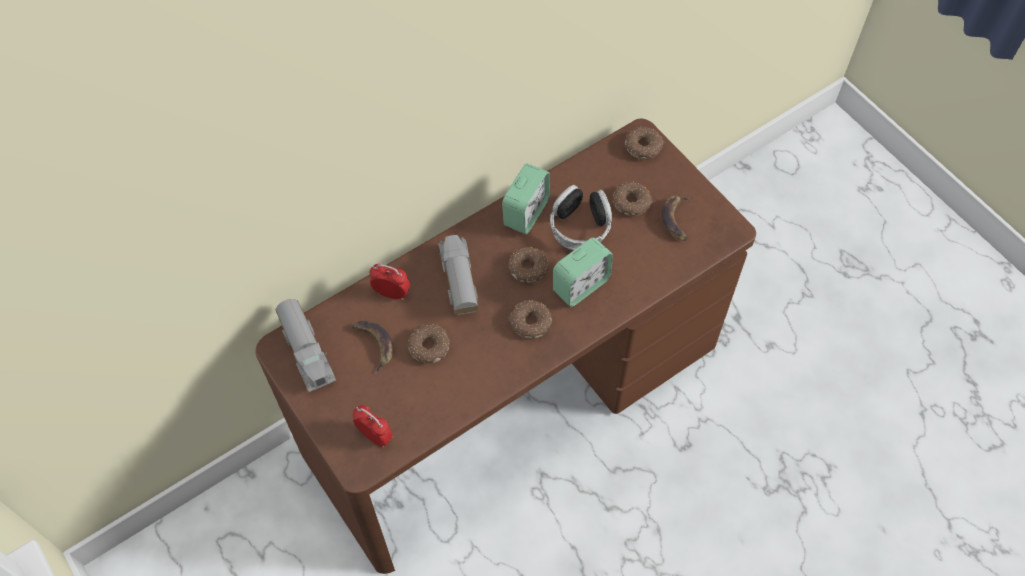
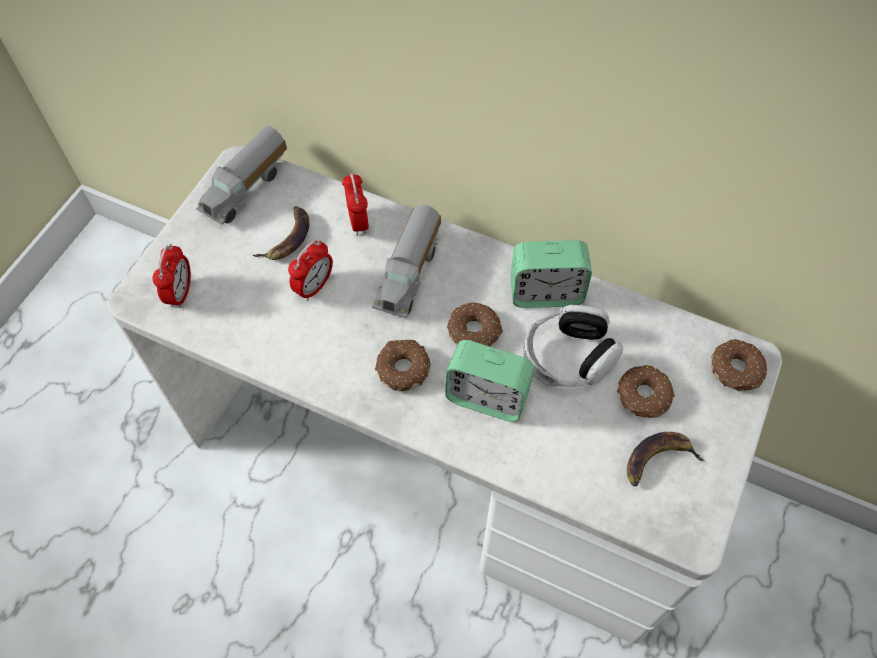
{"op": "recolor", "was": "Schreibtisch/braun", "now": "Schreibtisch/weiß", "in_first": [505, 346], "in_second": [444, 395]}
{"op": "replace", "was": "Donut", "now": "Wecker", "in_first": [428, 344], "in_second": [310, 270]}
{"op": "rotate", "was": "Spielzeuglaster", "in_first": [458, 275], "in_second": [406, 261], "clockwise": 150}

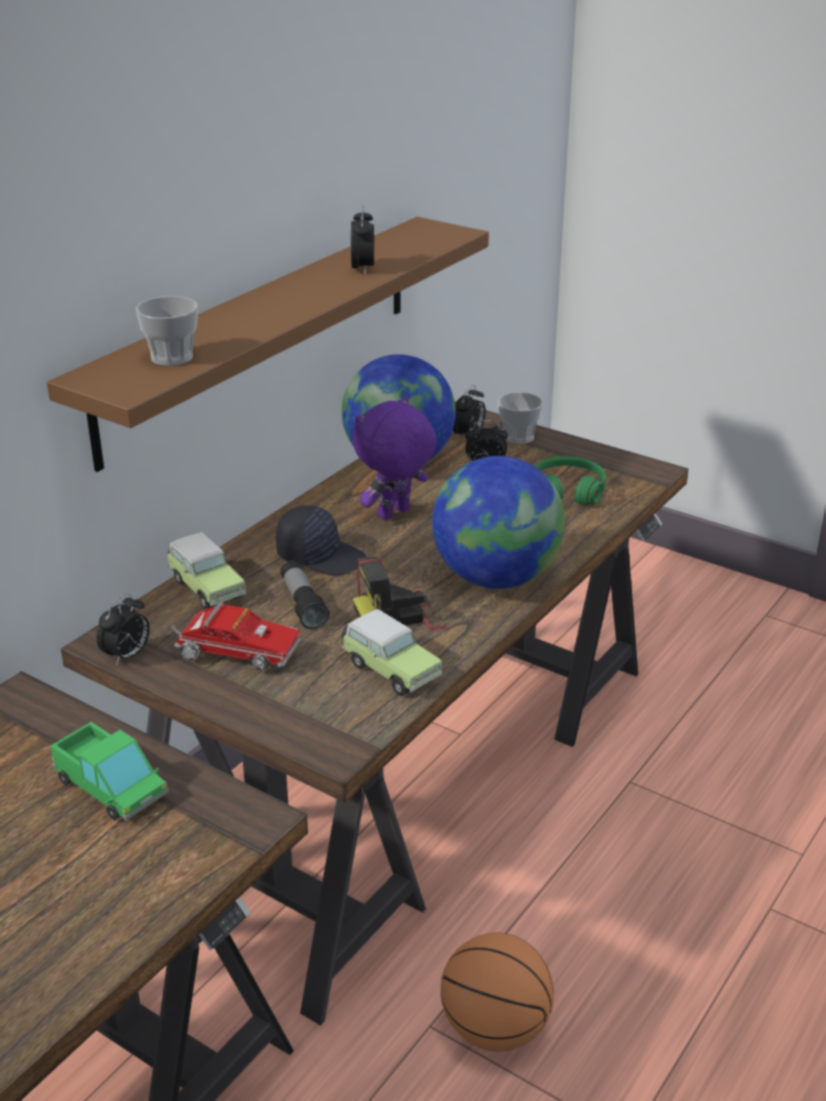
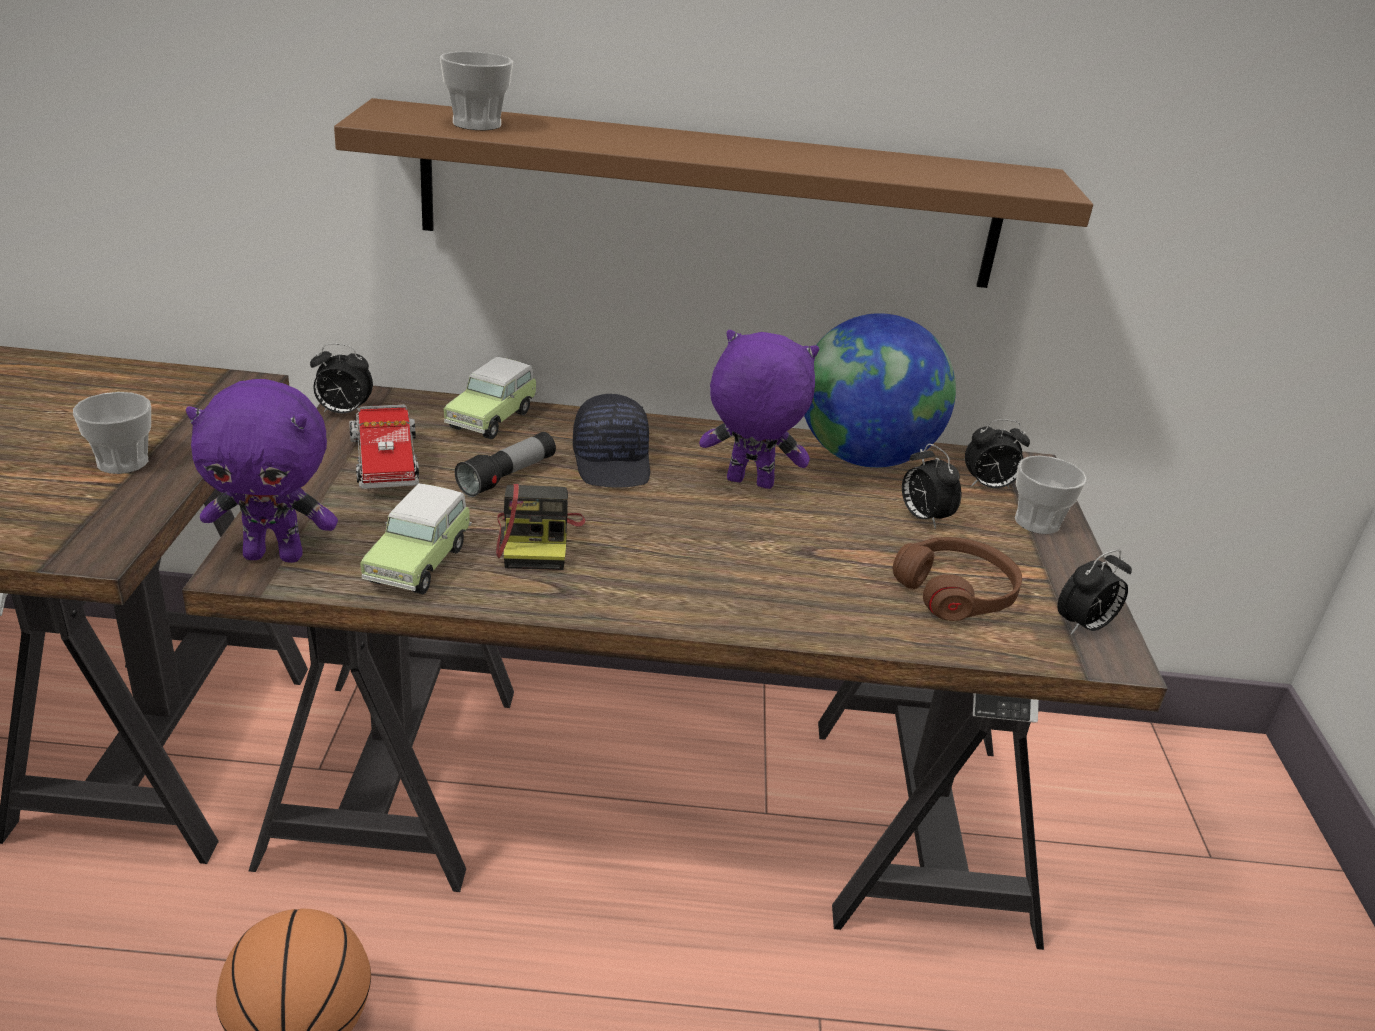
{"op": "replace", "was": "Spielzeuglaster", "now": "Tasse", "in_first": [110, 771], "in_second": [112, 433]}
{"op": "insert", "now": "Plüschtier/lila", "in_second": [262, 471]}
{"op": "rotate", "was": "Kamera", "in_first": [400, 593], "in_second": [540, 527], "clockwise": -135}
{"op": "recolor", "was": "Kopfhörer/grün", "now": "Kopfhörer/braun", "in_first": [570, 480], "in_second": [957, 579]}
{"op": "move", "was": "Wecker", "in_first": [362, 239], "in_second": [1094, 592]}
{"op": "delete", "was": "Globus", "in_first": [498, 522]}

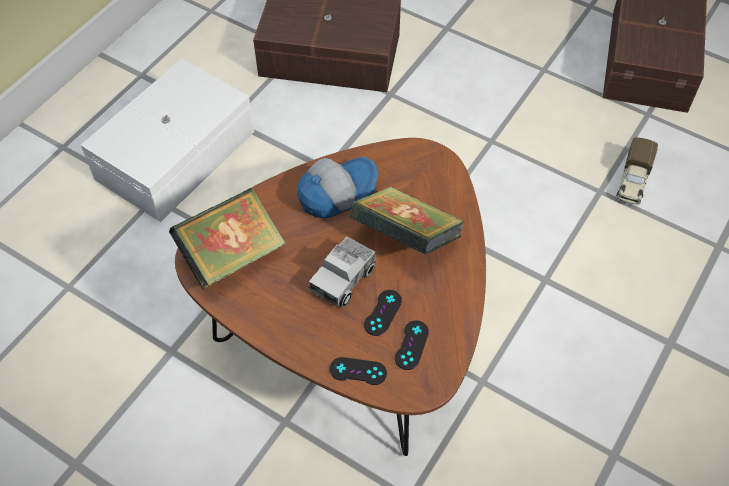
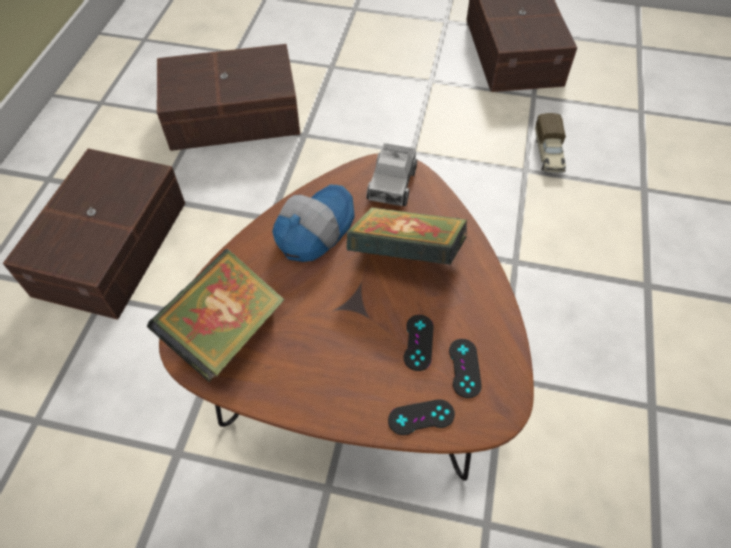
{"op": "recolor", "was": "Aufbewahrungsbox/weiß", "now": "Aufbewahrungsbox/braun", "in_first": [167, 140], "in_second": [94, 234]}
{"op": "move", "was": "Spielzeuglaster", "in_first": [342, 271], "in_second": [391, 174]}

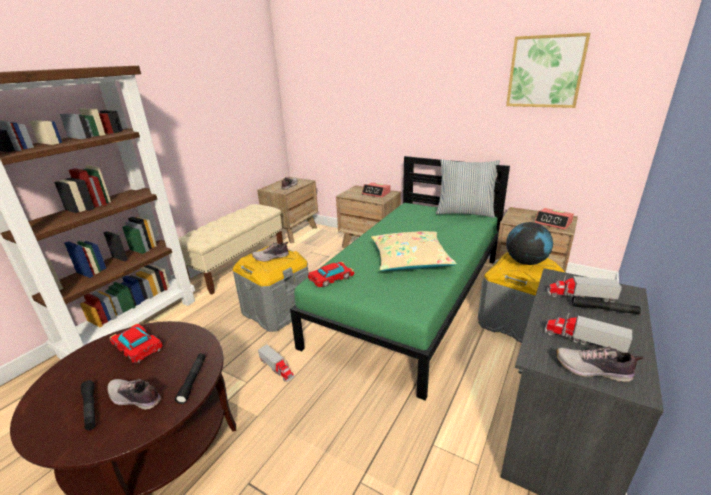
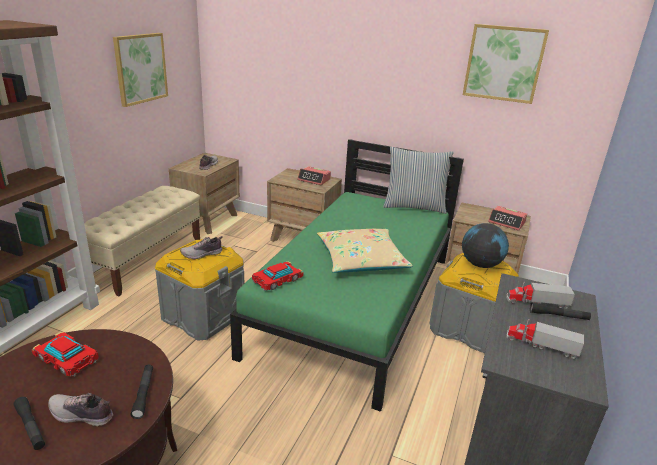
{"op": "insert", "now": "Bild", "in_second": [140, 70]}
{"op": "delete", "was": "Spielzeuglaster", "in_first": [276, 363]}
{"op": "delete", "was": "Schuh", "in_first": [599, 364]}

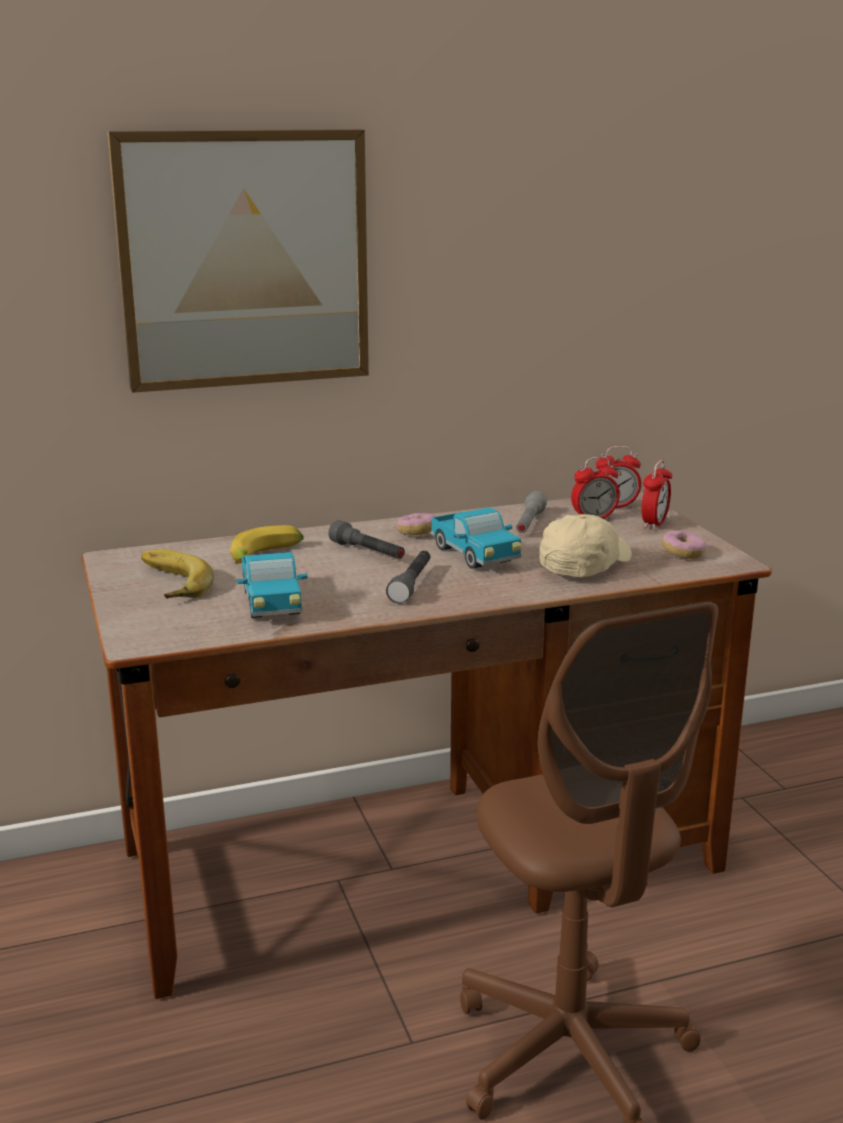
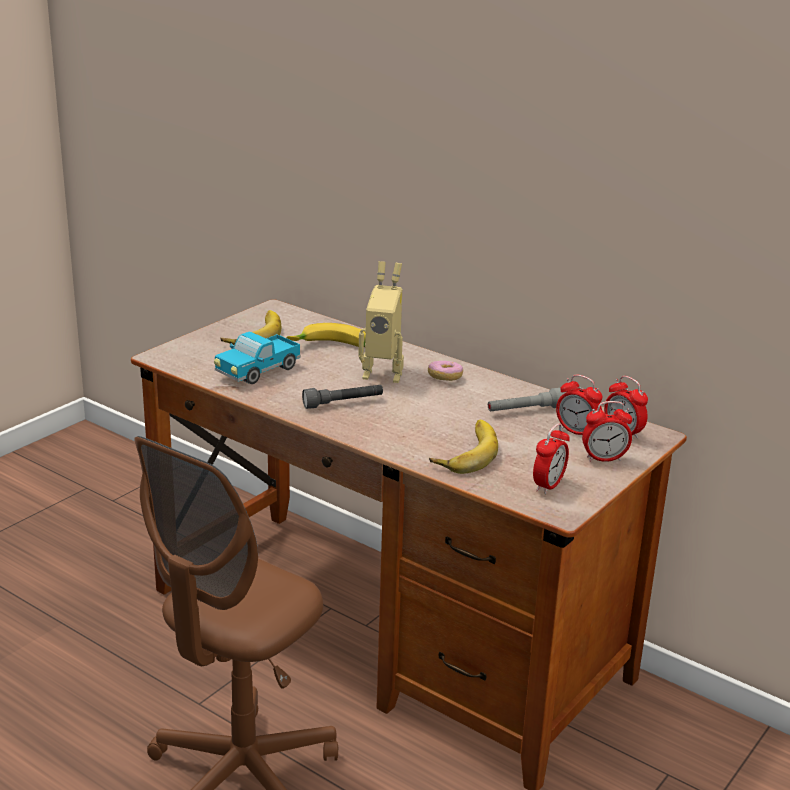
{"op": "replace", "was": "Taschenlampe/grau", "now": "Spielzeugroboter", "in_first": [366, 539], "in_second": [381, 322]}
{"op": "replace", "was": "Kappe/beige", "now": "Banane", "in_first": [585, 545], "in_second": [463, 447]}
{"op": "replace", "was": "Donut", "now": "Wecker", "in_first": [684, 544], "in_second": [551, 458]}
{"op": "delete", "was": "Bild", "in_first": [238, 261]}
{"op": "delete", "was": "Spielzeuglaster", "in_first": [476, 538]}

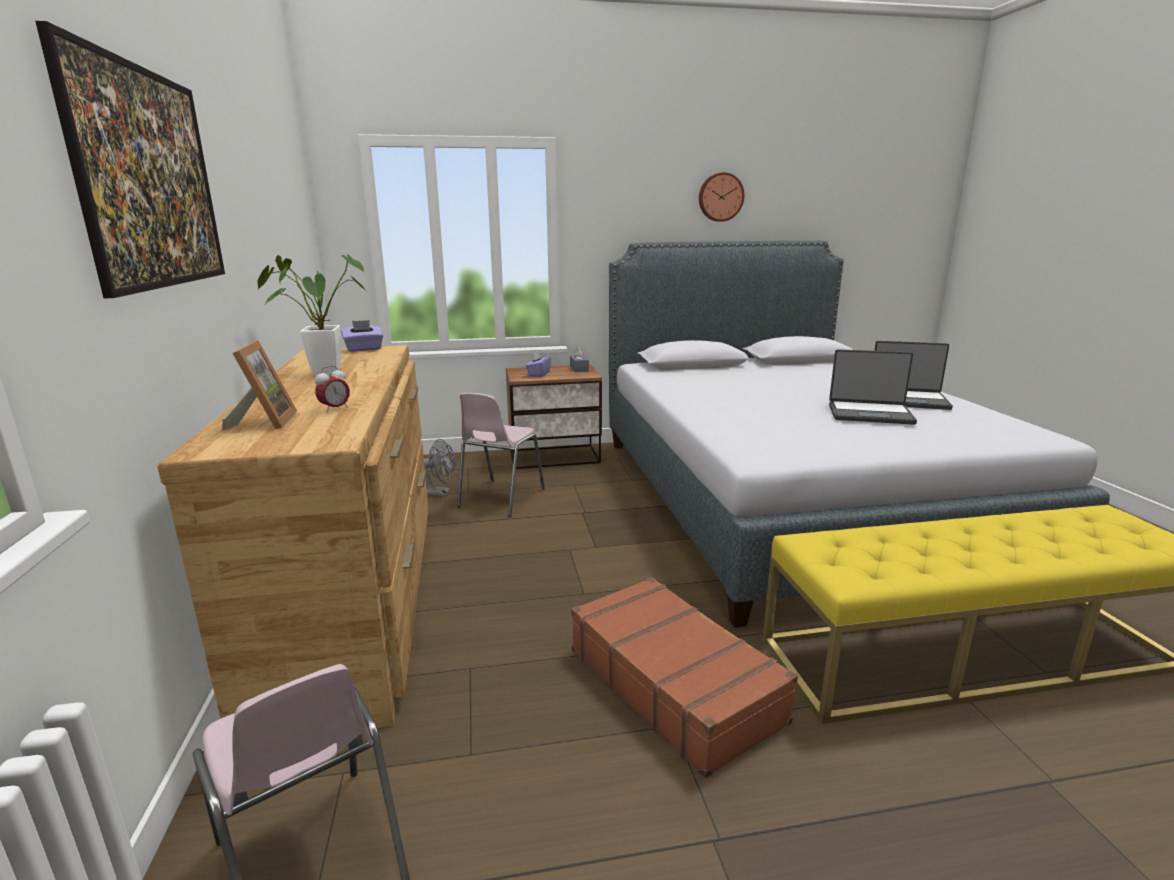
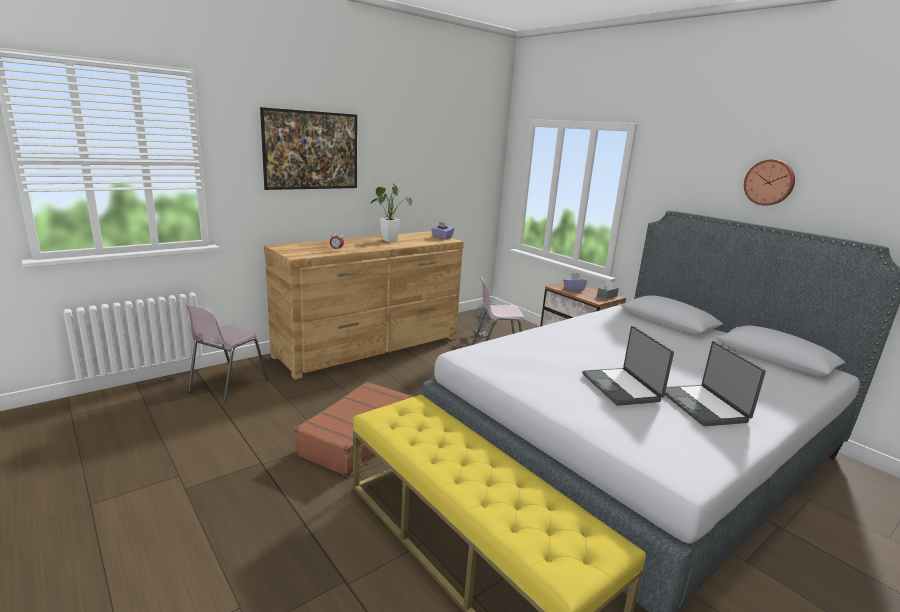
{"op": "delete", "was": "Bilderrahmen", "in_first": [259, 385]}

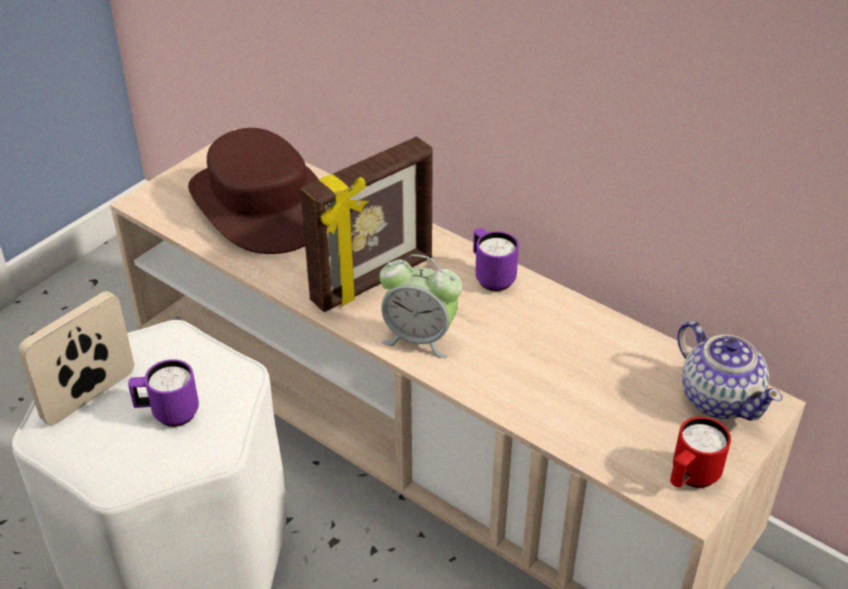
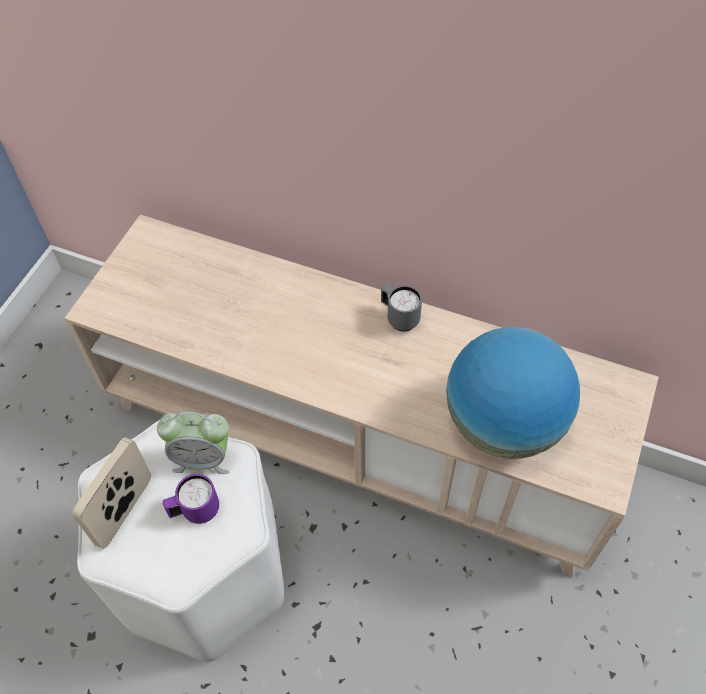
{"op": "move", "was": "Wecker", "in_first": [420, 306], "in_second": [193, 443]}
{"op": "recolor", "was": "Henkelbecher/lila", "now": "Henkelbecher/grau", "in_first": [496, 259], "in_second": [401, 308]}
{"op": "insert", "now": "Globus", "in_second": [513, 393]}
{"op": "delete", "was": "Hut/braun", "in_first": [253, 191]}
{"op": "delete", "was": "Bilderrahmen", "in_first": [366, 224]}
{"op": "delete", "was": "Henkelbecher/rot", "in_first": [700, 452]}
{"op": "delete", "was": "Teekanne", "in_first": [730, 371]}

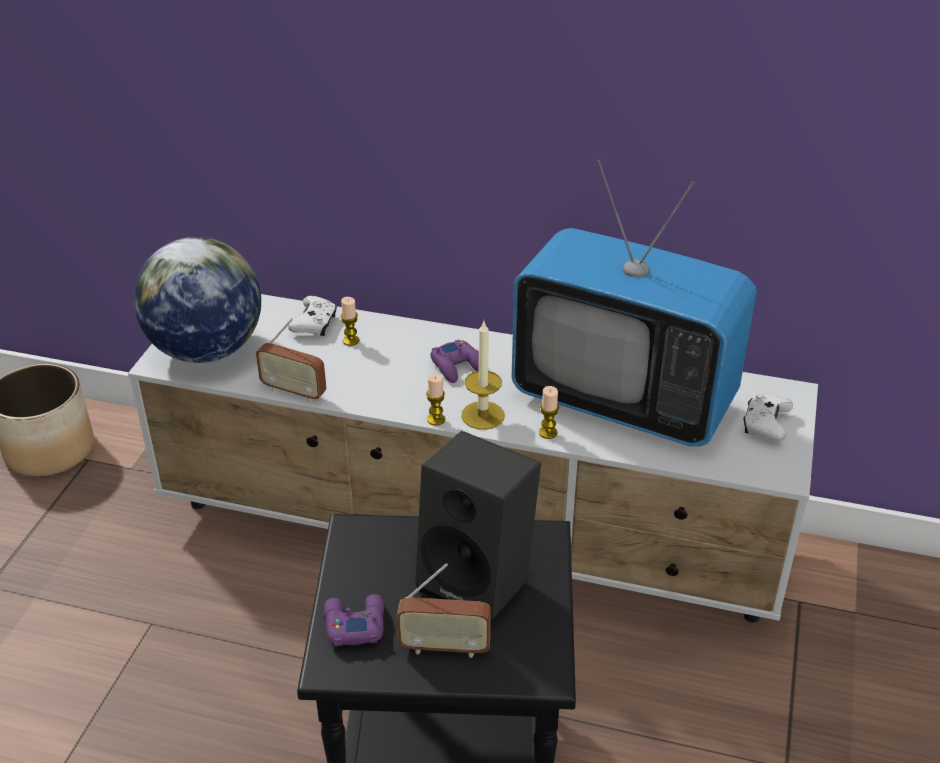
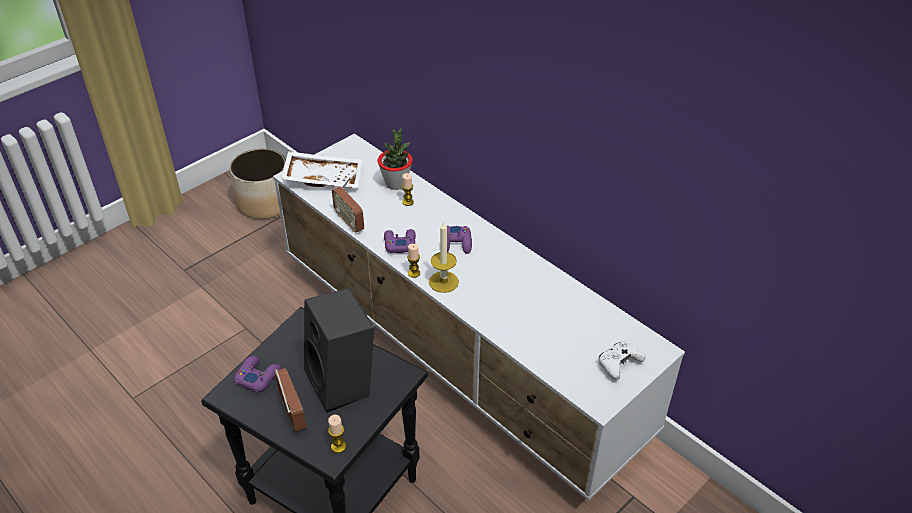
{"op": "rotate", "was": "Radio", "in_first": [444, 610], "in_second": [290, 400], "clockwise": -150}
{"op": "replace", "was": "Globus", "now": "Tablett/weiß", "in_first": [197, 300], "in_second": [321, 169]}
{"op": "move", "was": "Kerze", "in_first": [549, 412], "in_second": [337, 434]}
{"op": "replace", "was": "Gamepad/weiß", "now": "Topfpflanze", "in_first": [312, 316], "in_second": [394, 159]}
{"op": "insert", "now": "Gamepad/lila", "in_second": [400, 241]}
{"op": "delete", "was": "Fernseher", "in_first": [634, 303]}

